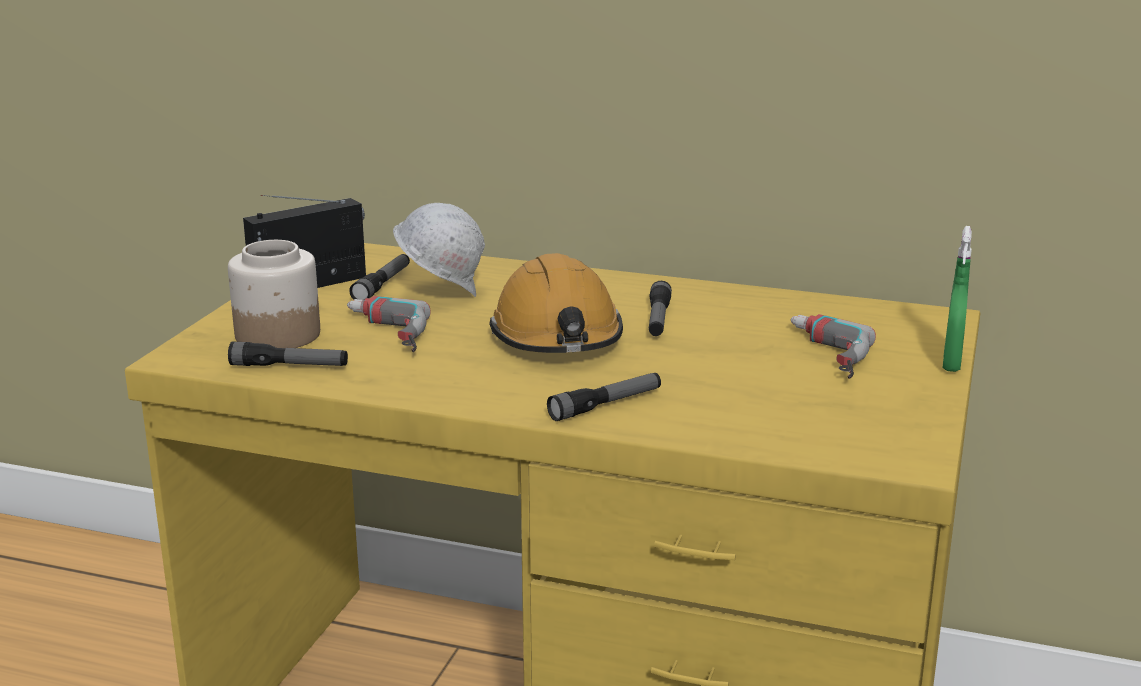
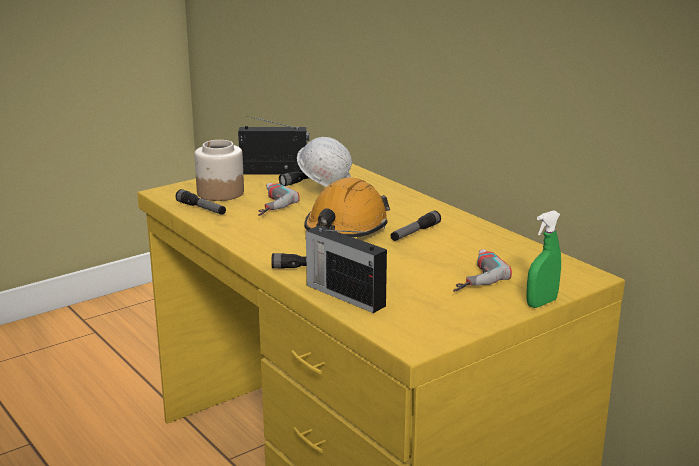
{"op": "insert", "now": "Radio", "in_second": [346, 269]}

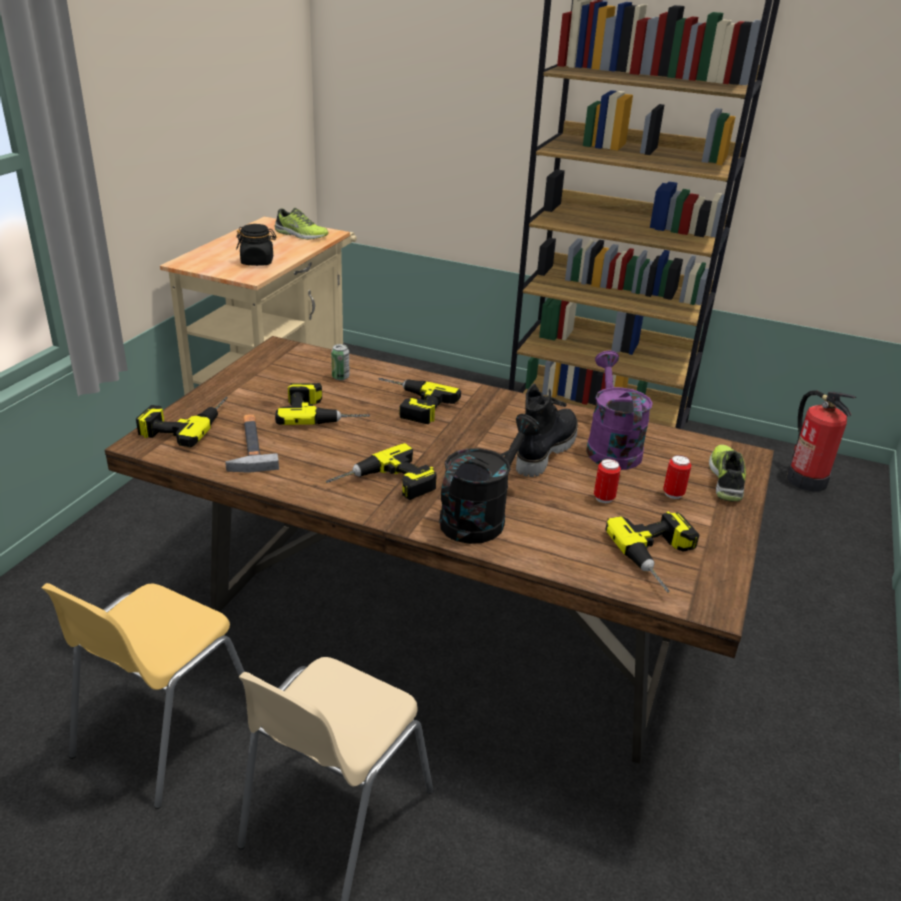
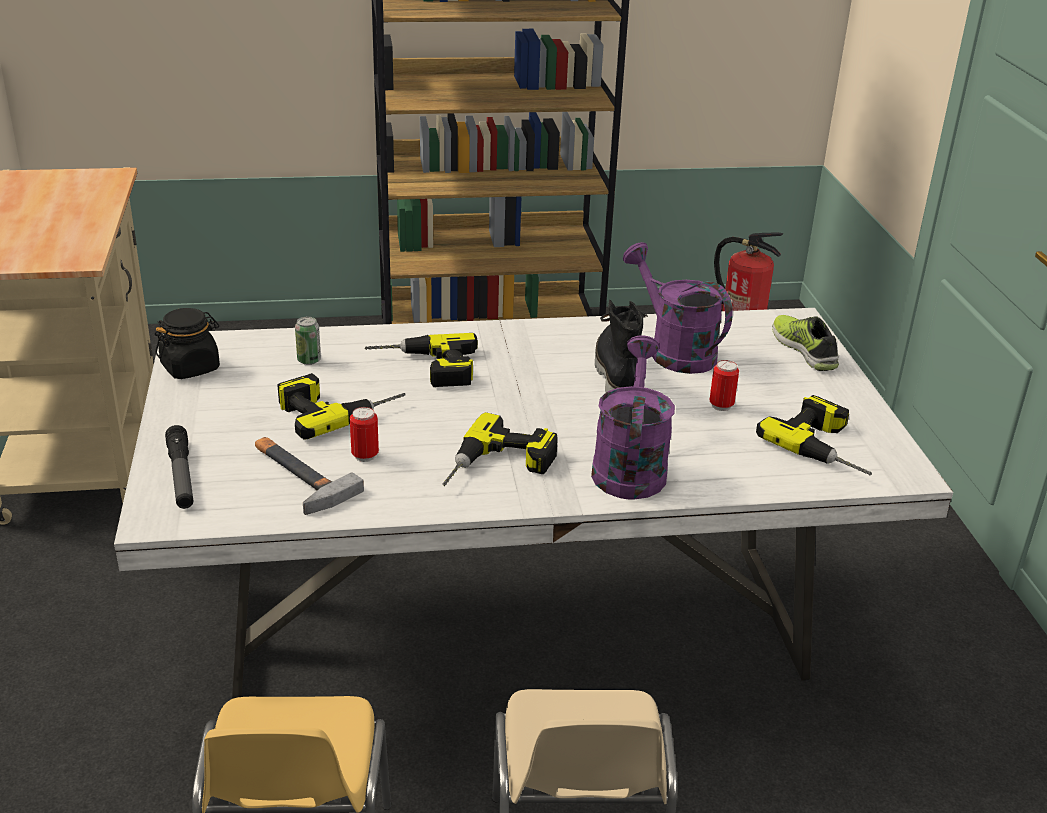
{"op": "recolor", "was": "Esstisch/braun", "now": "Esstisch/weiß", "in_first": [439, 550], "in_second": [533, 503]}
{"op": "move", "was": "Vorratsglas/schwarz", "in_first": [256, 245], "in_second": [187, 343]}
{"op": "replace", "was": "Bohrmaschine", "now": "Taschenlampe", "in_first": [182, 422], "in_second": [179, 467]}
{"op": "move", "was": "Dose", "in_first": [677, 477], "in_second": [364, 434]}
{"op": "recolor", "was": "Gießkanne/schwarz", "now": "Gießkanne/lila", "in_first": [490, 479], "in_second": [633, 417]}
{"op": "delete", "was": "Schuh", "in_first": [302, 224]}

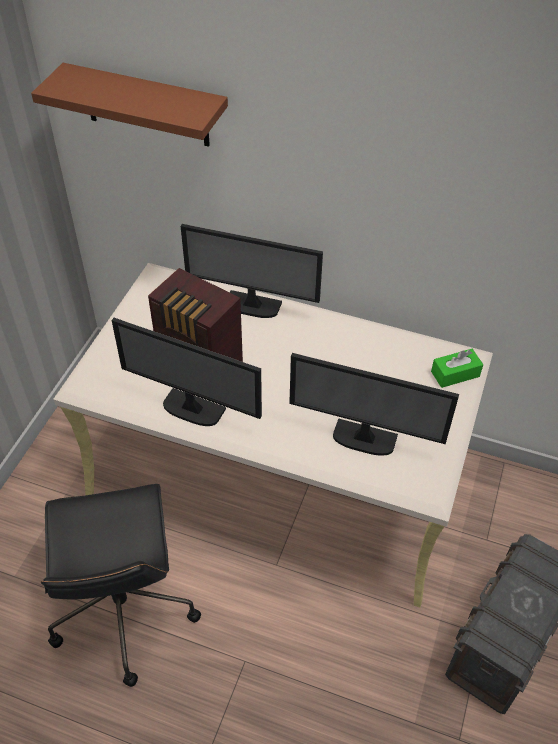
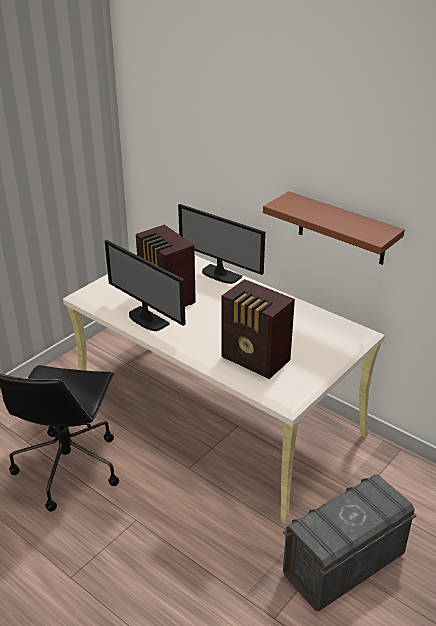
{"op": "replace", "was": "Monitor", "now": "Radio", "in_first": [374, 404], "in_second": [258, 329]}
{"op": "move", "was": "Wandregal/braun", "in_first": [129, 105], "in_second": [334, 228]}
{"op": "delete", "was": "Taschentuchbox/grün", "in_first": [457, 368]}

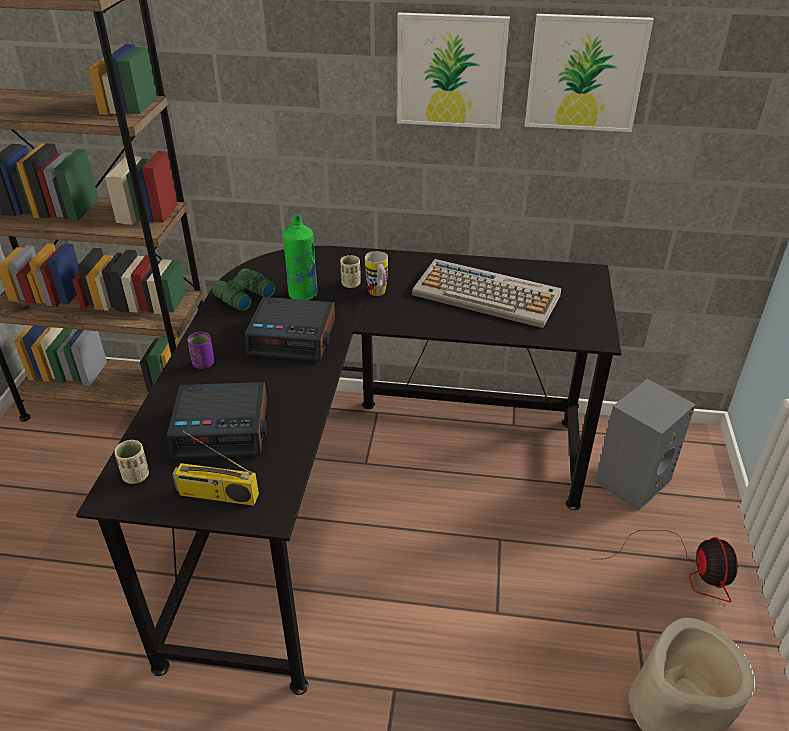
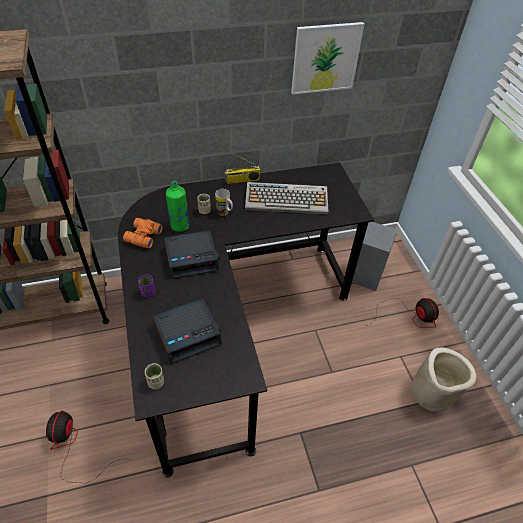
{"op": "insert", "now": "Ventilator", "in_second": [89, 447]}
{"op": "recolor", "was": "Fernglas/grün", "now": "Fernglas/orange", "in_first": [244, 289], "in_second": [143, 233]}
{"op": "move", "was": "Radio", "in_first": [215, 468], "in_second": [242, 168]}
{"op": "delete", "was": "Bild", "in_first": [453, 71]}

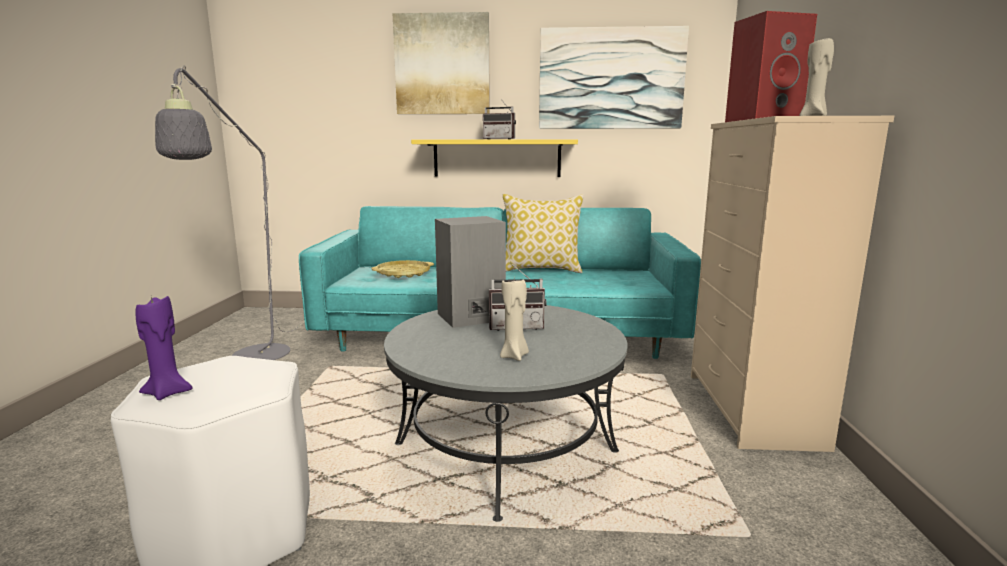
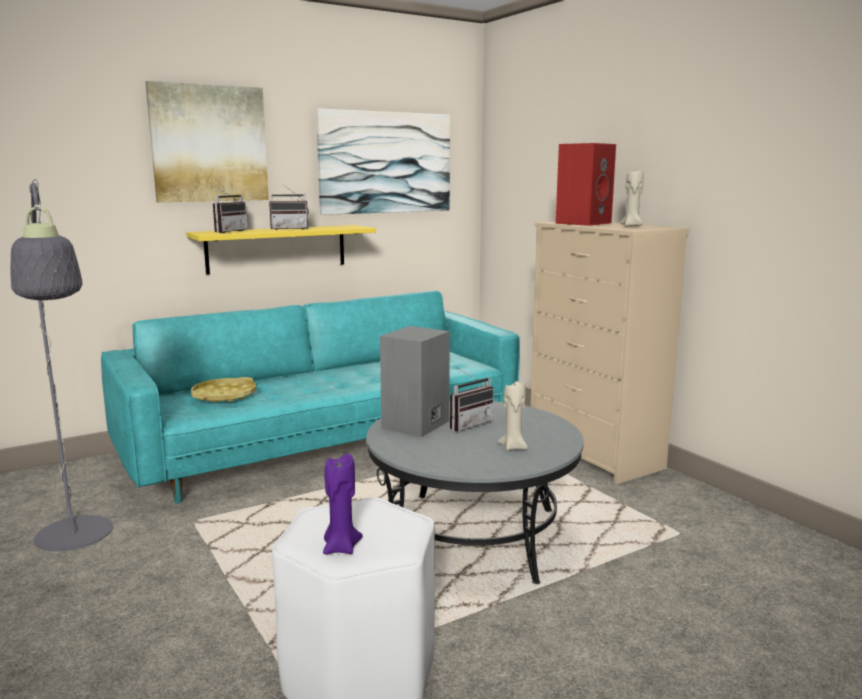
{"op": "insert", "now": "Radio", "in_second": [230, 210]}
{"op": "delete", "was": "Kissen", "in_first": [543, 233]}

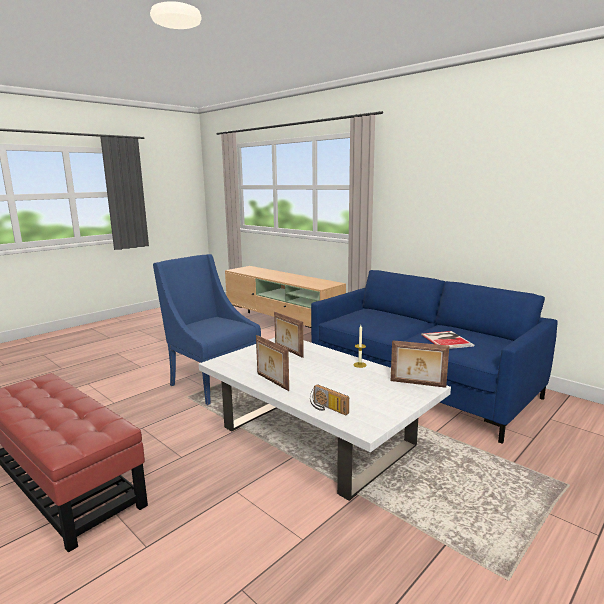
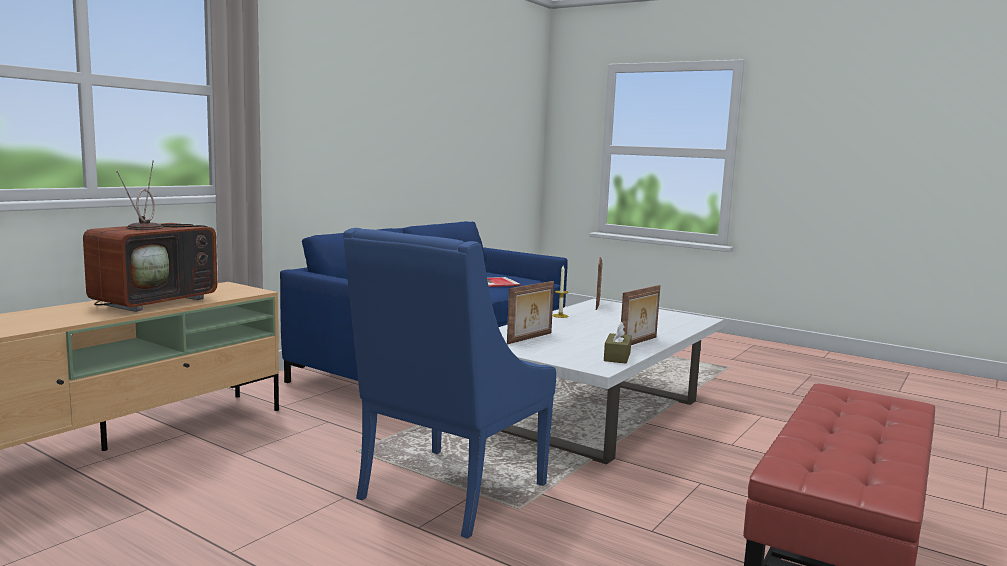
{"op": "insert", "now": "Fernseher", "in_second": [150, 236]}
{"op": "insert", "now": "Taschentuchbox/braun", "in_second": [618, 343]}
{"op": "delete", "was": "Radio", "in_first": [329, 399]}

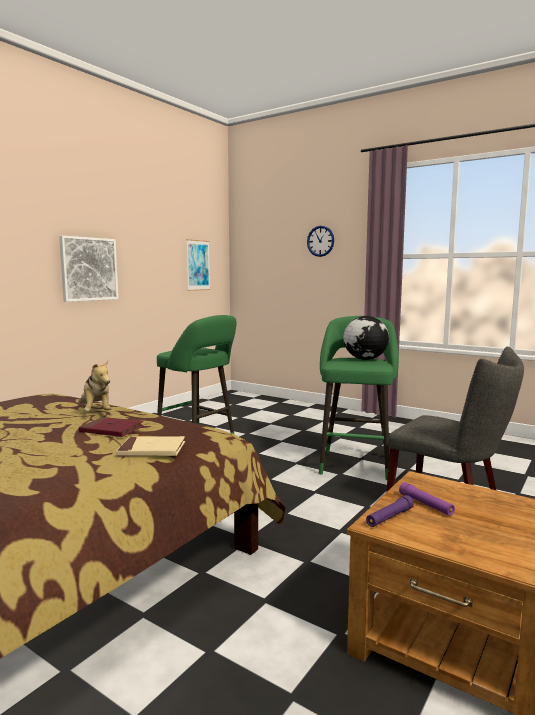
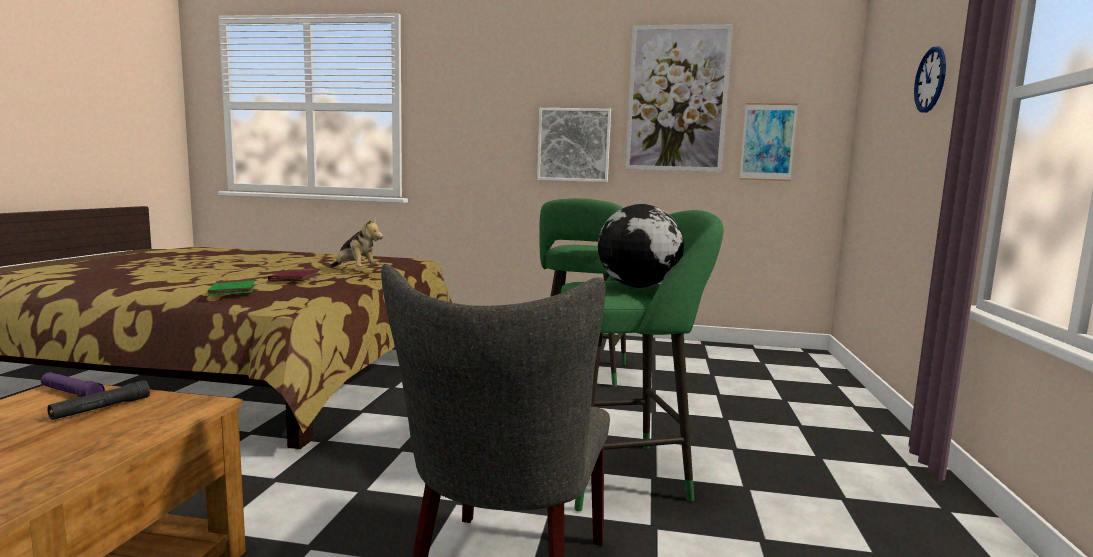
{"op": "recolor", "was": "Taschenlampe/lila", "now": "Taschenlampe/schwarz", "in_first": [427, 499], "in_second": [98, 400]}
{"op": "recolor", "was": "Buch/beige", "now": "Buch/grün", "in_first": [150, 446], "in_second": [232, 287]}
{"op": "rotate", "was": "Plüschtier", "in_first": [93, 385], "in_second": [357, 242], "clockwise": -90}
{"op": "insert", "now": "Bild", "in_second": [679, 98]}

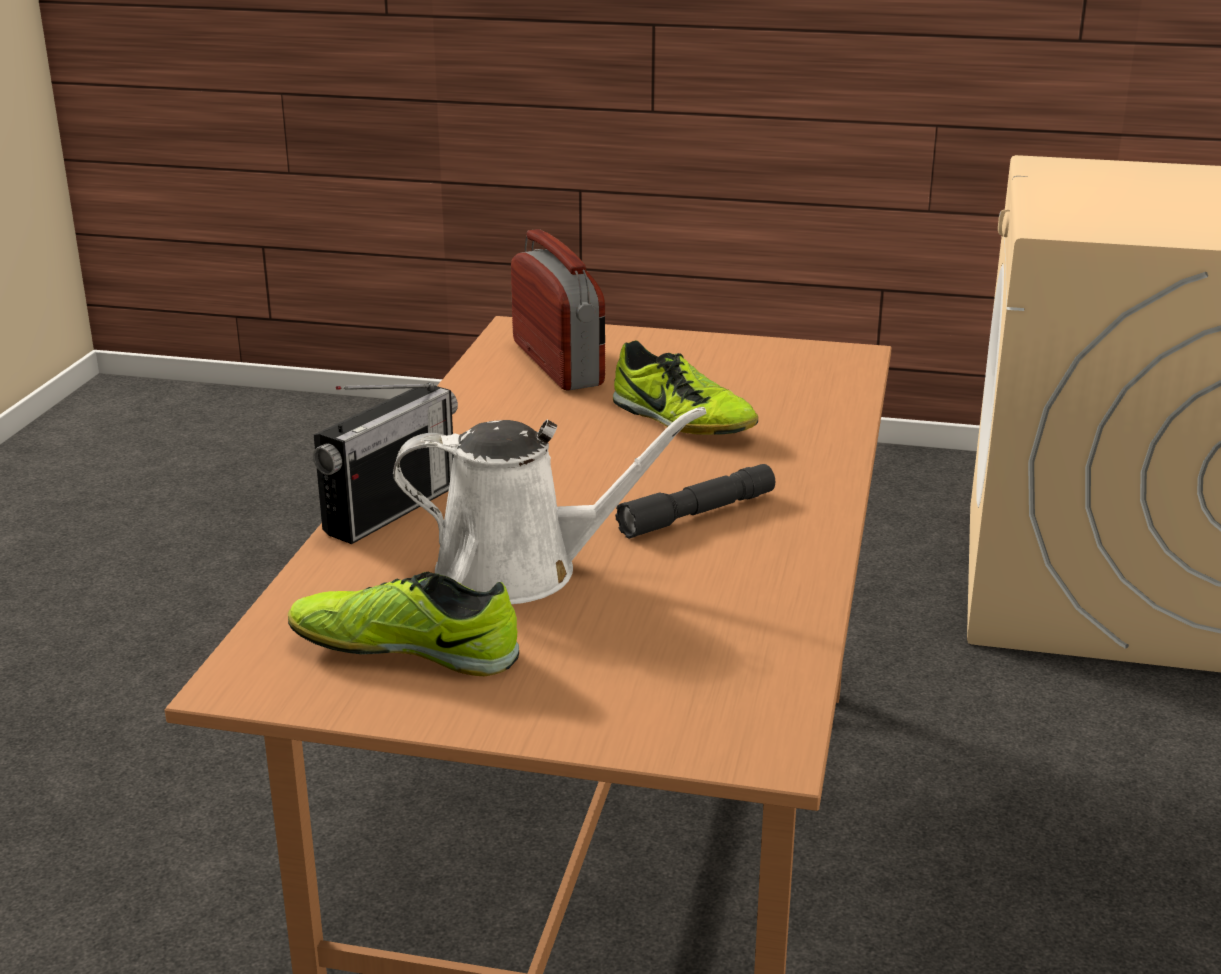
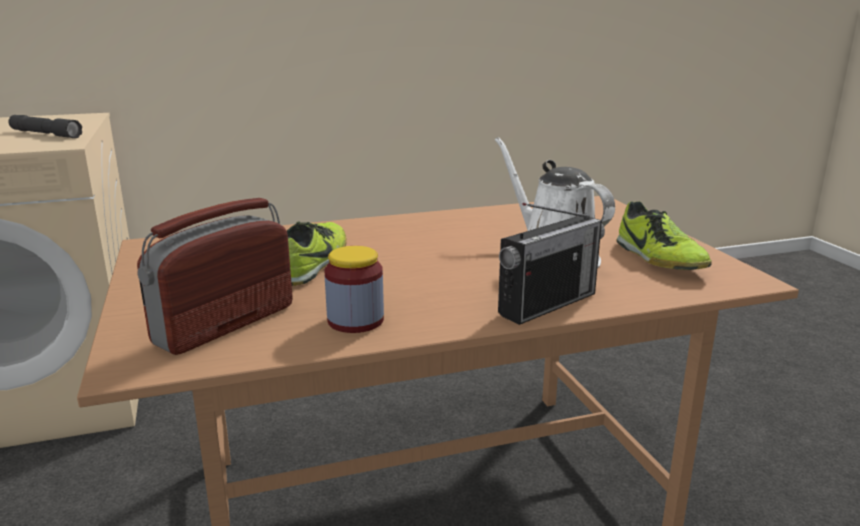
{"op": "move", "was": "Taschenlampe/grau", "in_first": [695, 501], "in_second": [45, 126]}
{"op": "insert", "now": "Vorratsglas", "in_second": [354, 289]}
{"op": "rotate", "was": "Radio", "in_first": [385, 463], "in_second": [551, 264], "clockwise": 135}

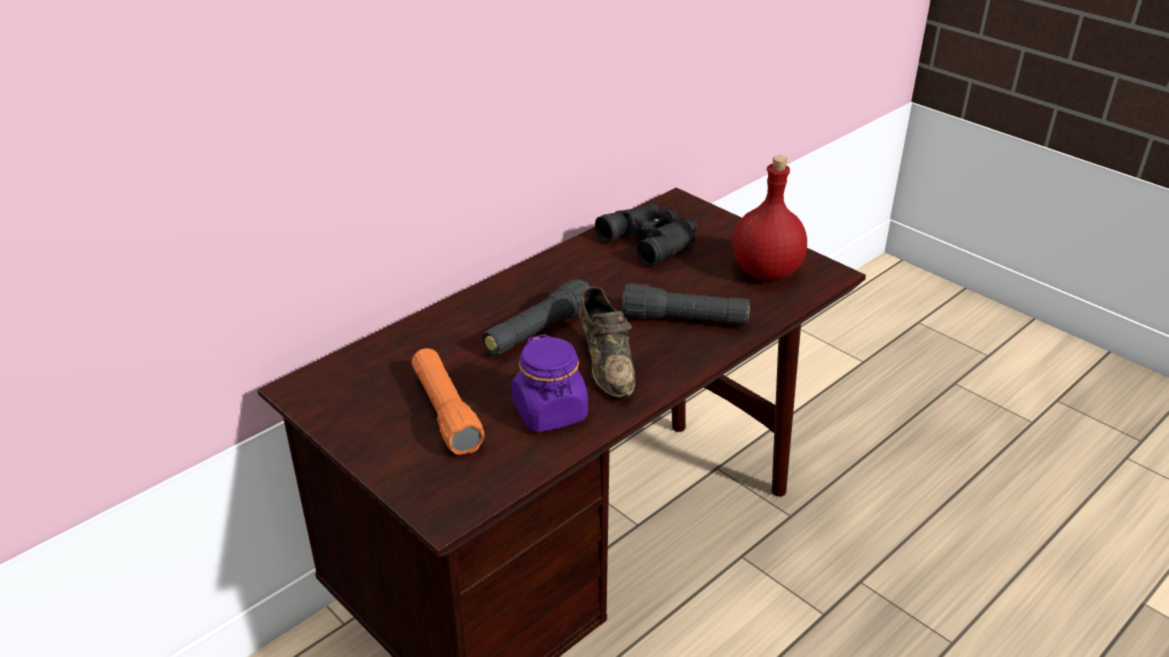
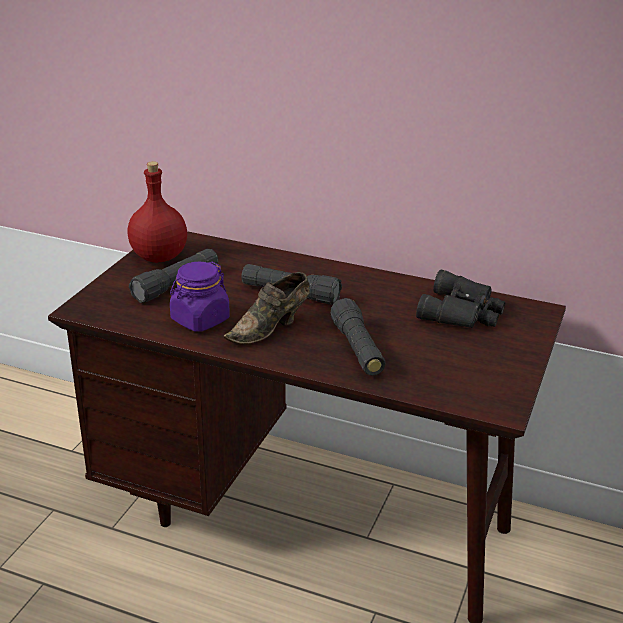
{"op": "move", "was": "Flasche/rot", "in_first": [770, 218], "in_second": [157, 212]}
{"op": "recolor", "was": "Taschenlampe/orange", "now": "Taschenlampe/schwarz", "in_first": [448, 401], "in_second": [173, 276]}

